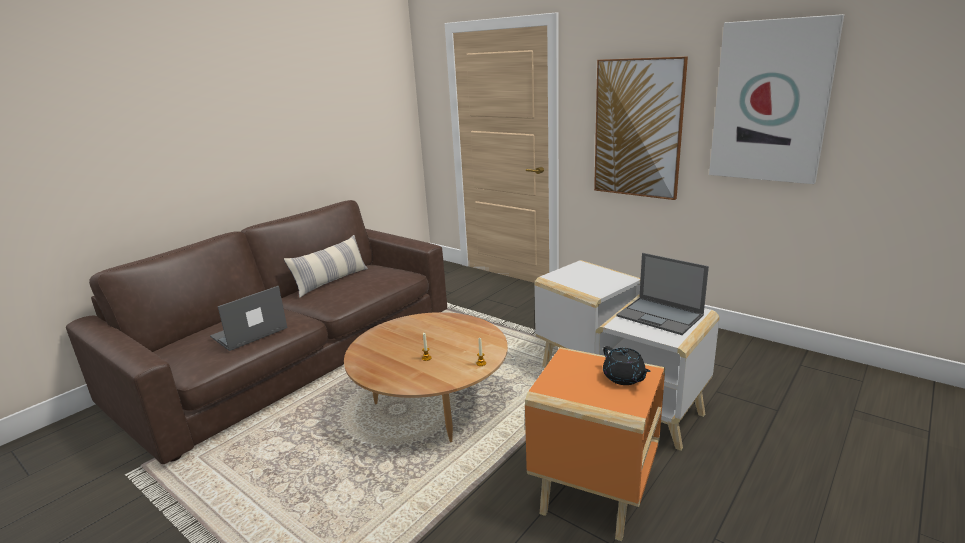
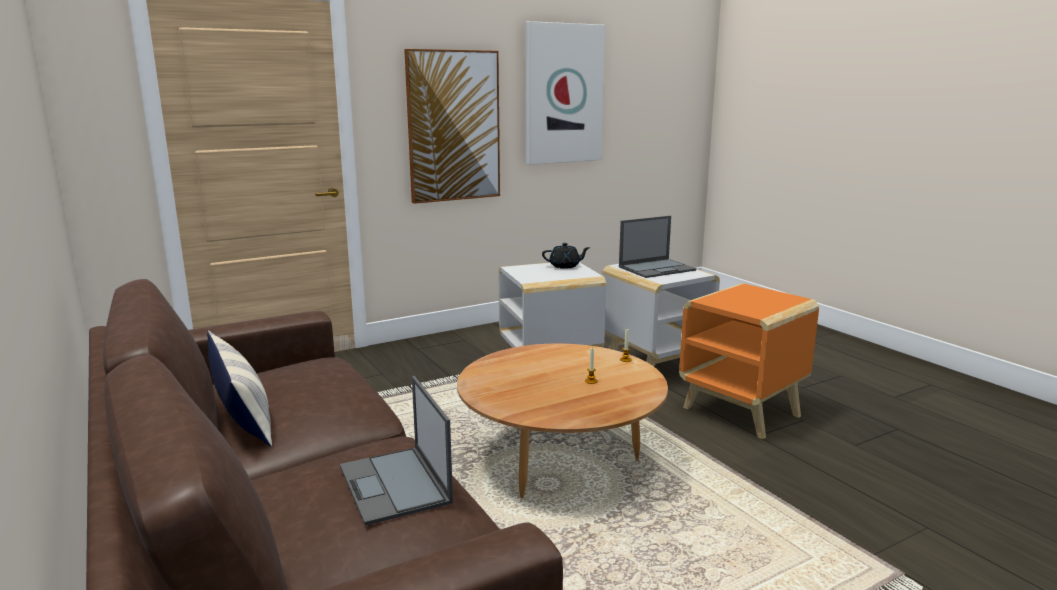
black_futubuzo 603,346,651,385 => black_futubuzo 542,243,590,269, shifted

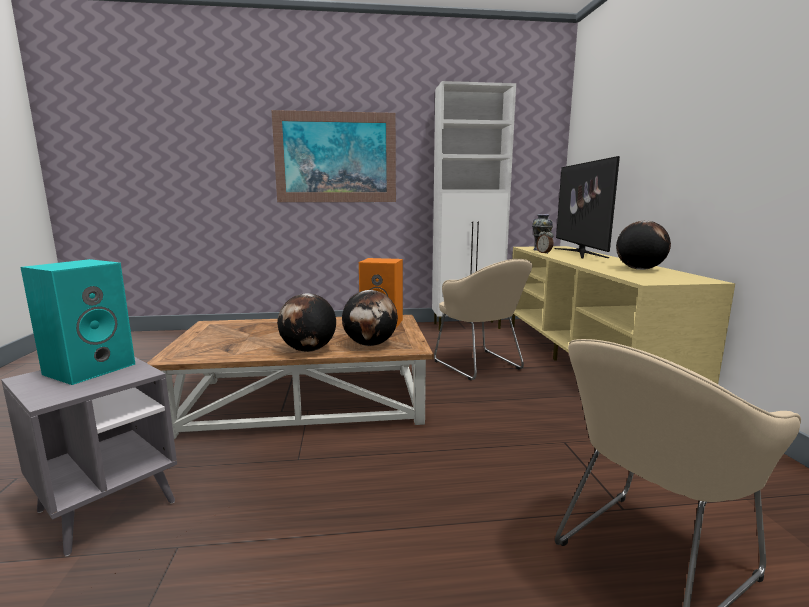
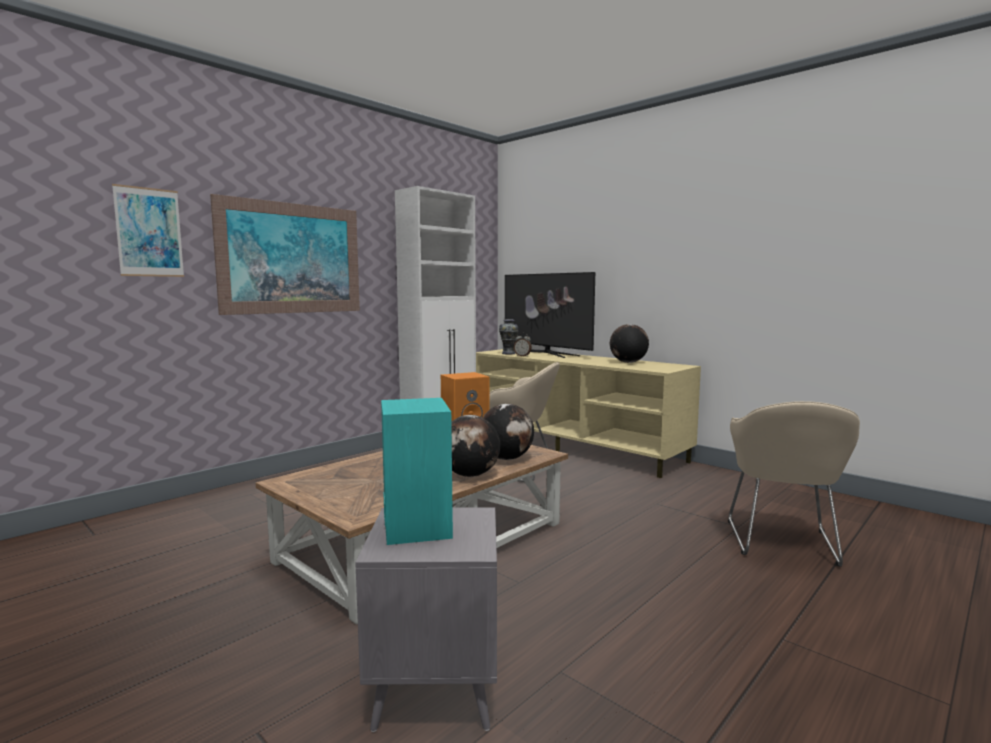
nothing => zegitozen 112,184,184,277

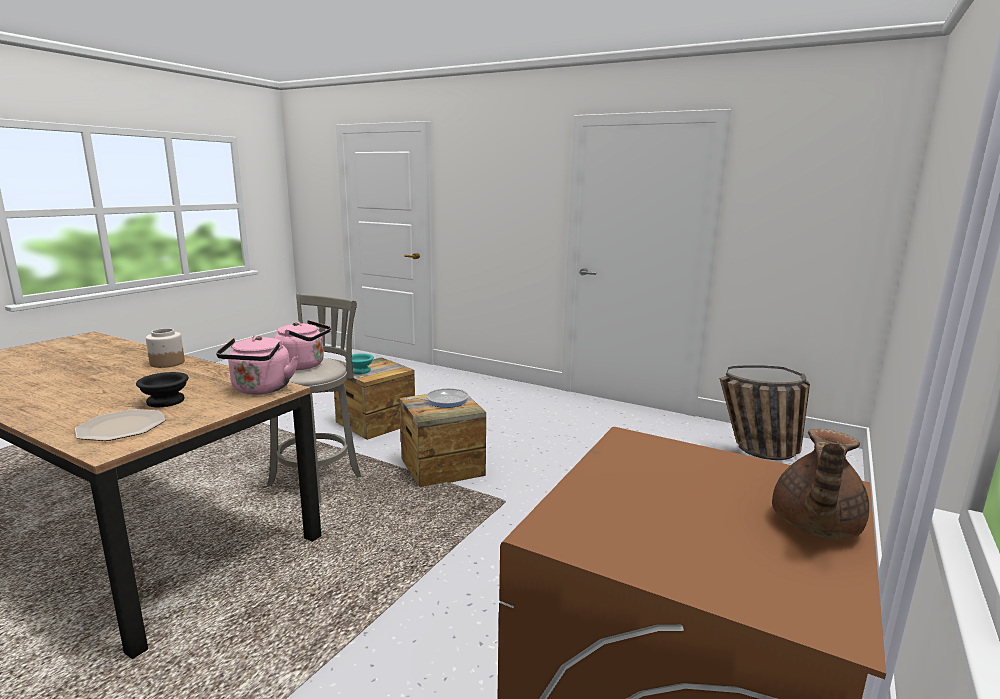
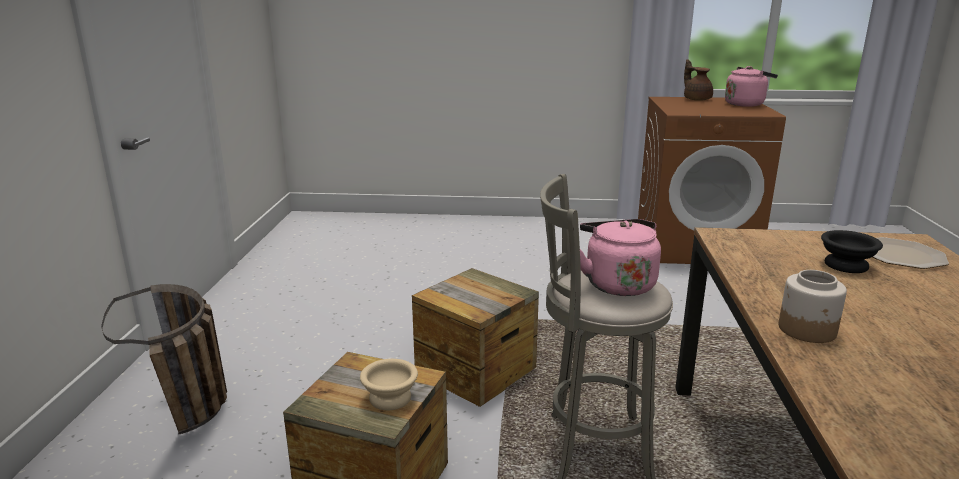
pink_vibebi 216,335,298,394 => pink_vibebi 725,66,778,107, shifted
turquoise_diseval 345,353,374,374 => beige_diseval 360,359,418,410
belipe 719,365,810,460 => belipe 101,284,227,434, shifted
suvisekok 405,388,469,408 => nothing
brown_futubuzo 772,429,869,540 => brown_futubuzo 684,59,713,101, 120 degrees counterclockwise

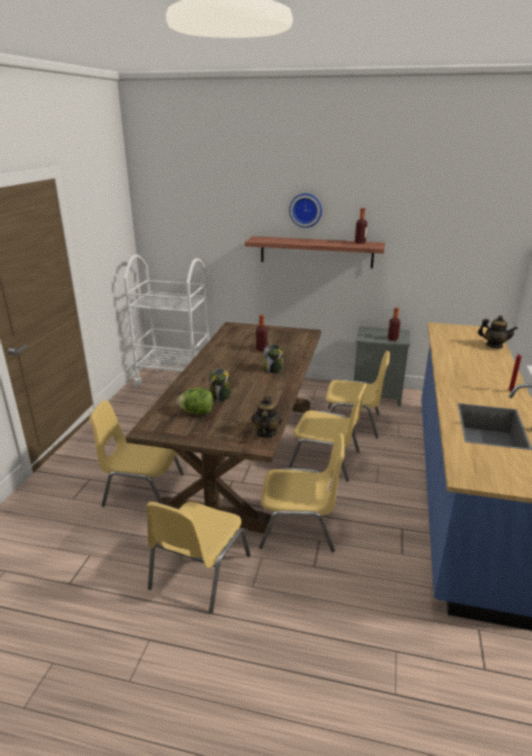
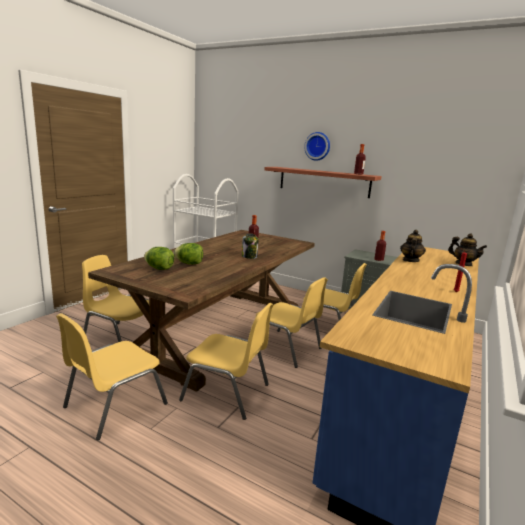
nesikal 209,368,232,401 => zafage 173,243,203,265
futubuzo 251,397,282,438 => futubuzo 400,230,426,262, shifted

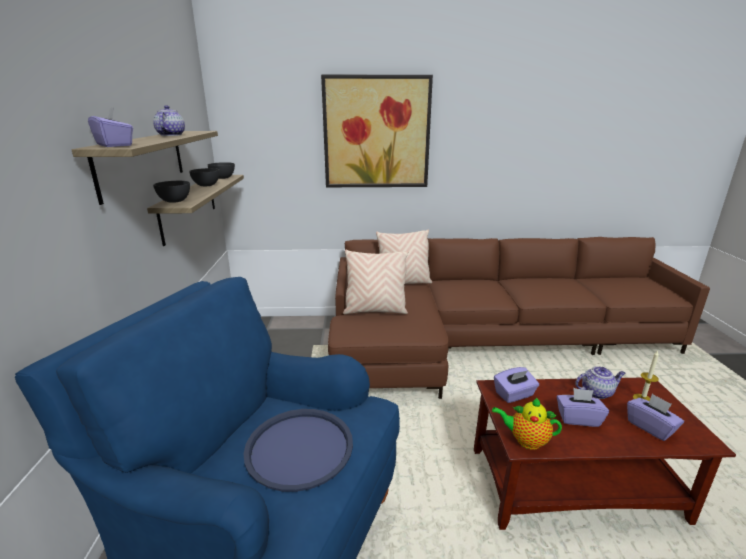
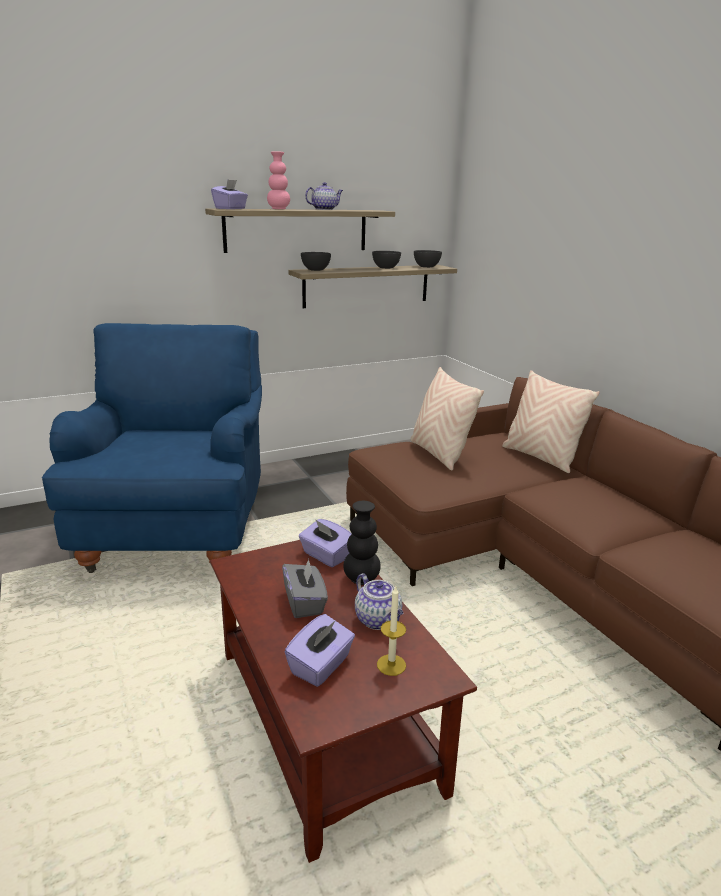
zegitozen 321,75,433,187 => nothing
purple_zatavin 557,388,609,427 => grey_zatavin 282,559,328,618
futubuzo 492,398,562,450 => nothing
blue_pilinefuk 244,409,353,492 => nothing
nothing => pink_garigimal 267,151,290,209
nothing => black_garigimal 343,501,381,585

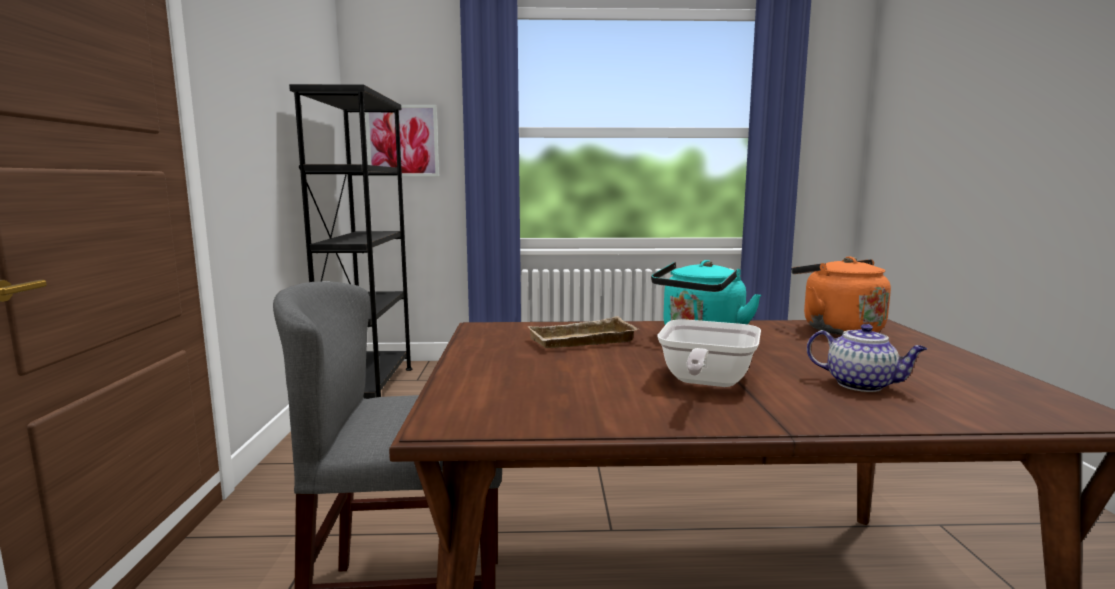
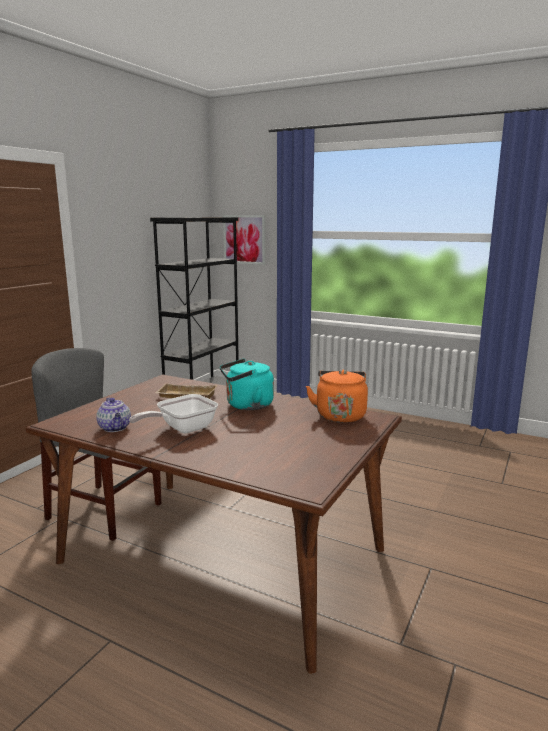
futubuzo 807,324,927,392 => futubuzo 96,398,131,432, shifted

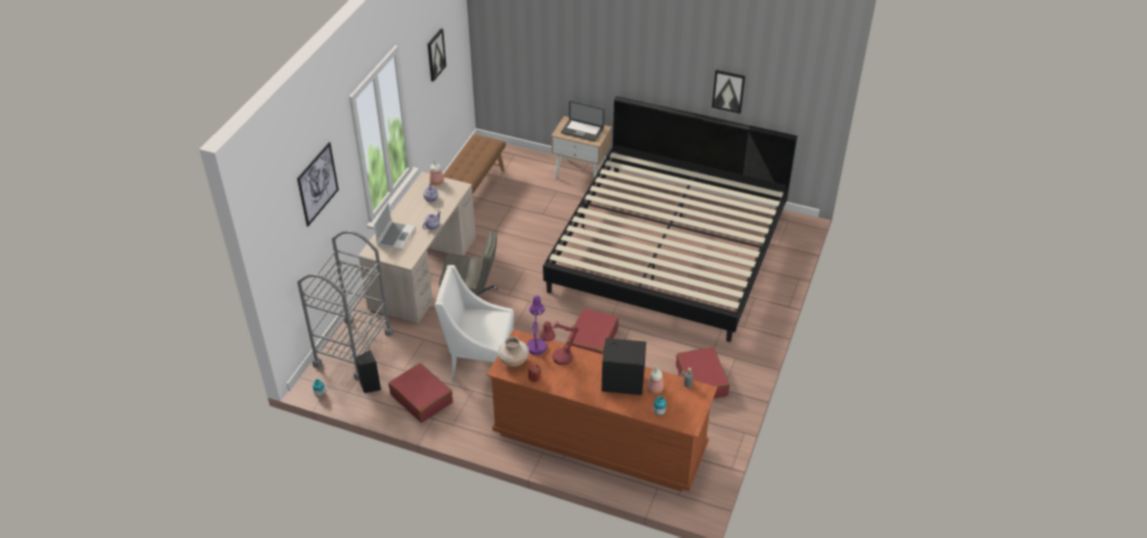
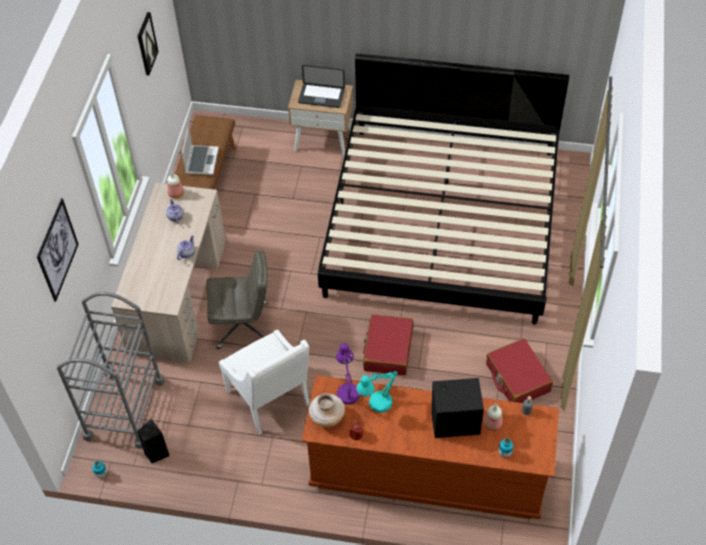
zegitozen 712,70,745,114 => nothing
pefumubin 374,202,415,250 => pefumubin 182,127,219,175, shifted
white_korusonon 435,265,514,380 => white_korusonon 219,330,310,434, 120 degrees counterclockwise
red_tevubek 539,321,579,365 => turquoise_tevubek 356,371,398,412
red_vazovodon 388,363,453,423 => nothing

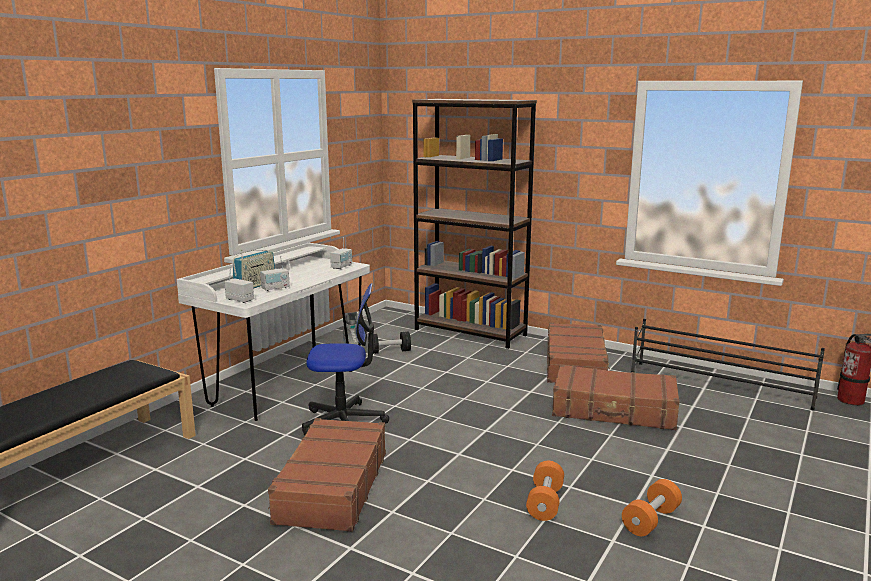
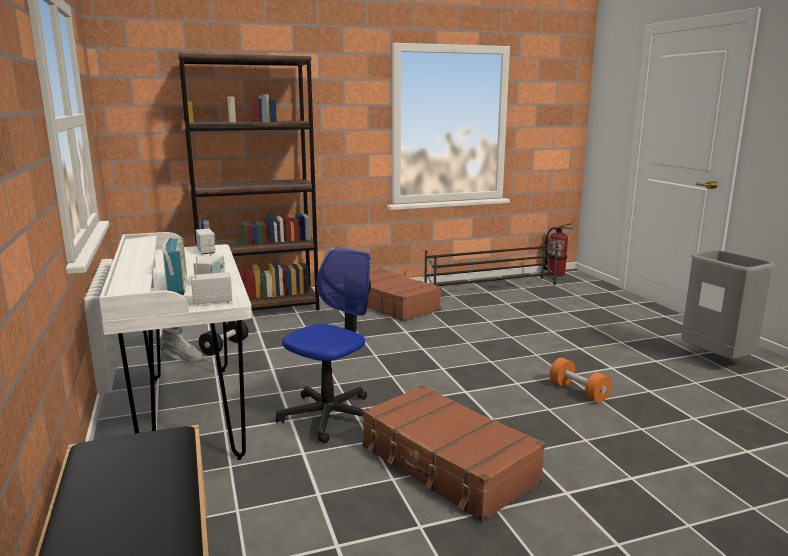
brown_vazovodon 552,364,680,430 => nothing
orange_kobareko 622,479,682,536 => nothing
nothing => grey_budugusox 681,250,775,359

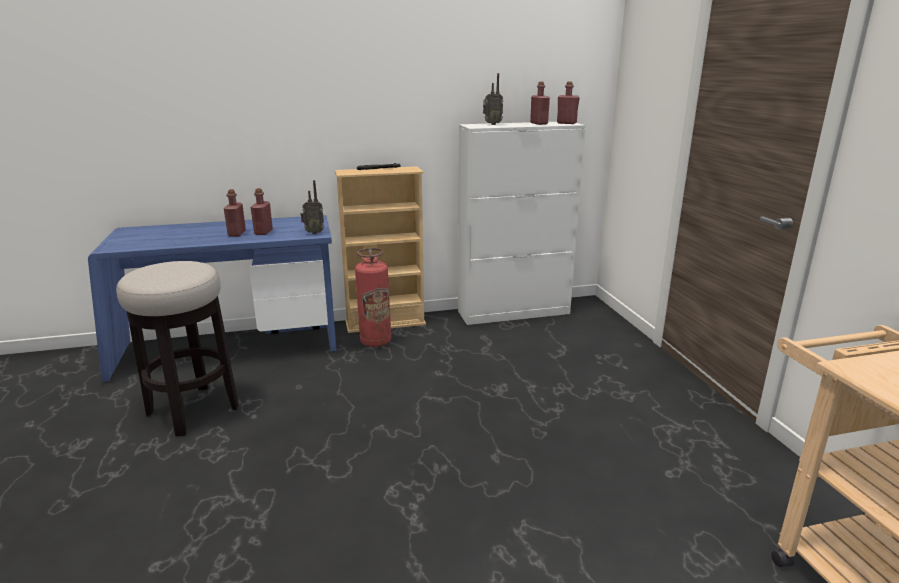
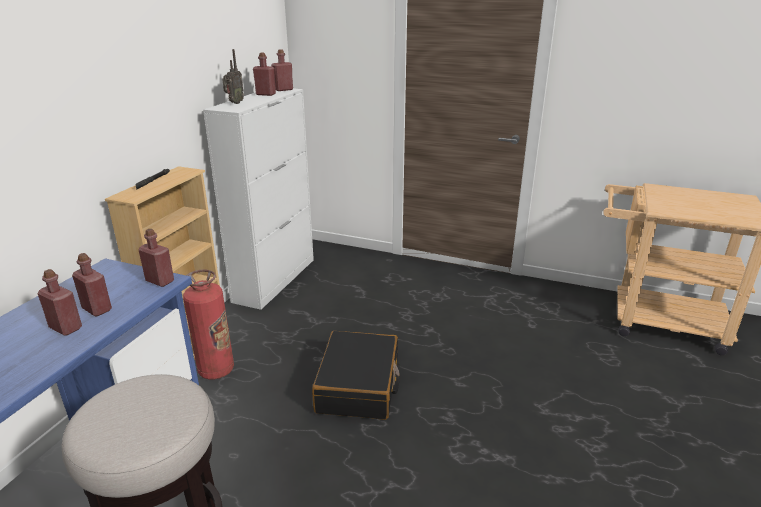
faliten 300,180,324,234 => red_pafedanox 139,229,174,287
nothing => black_vazovodon 312,331,400,420

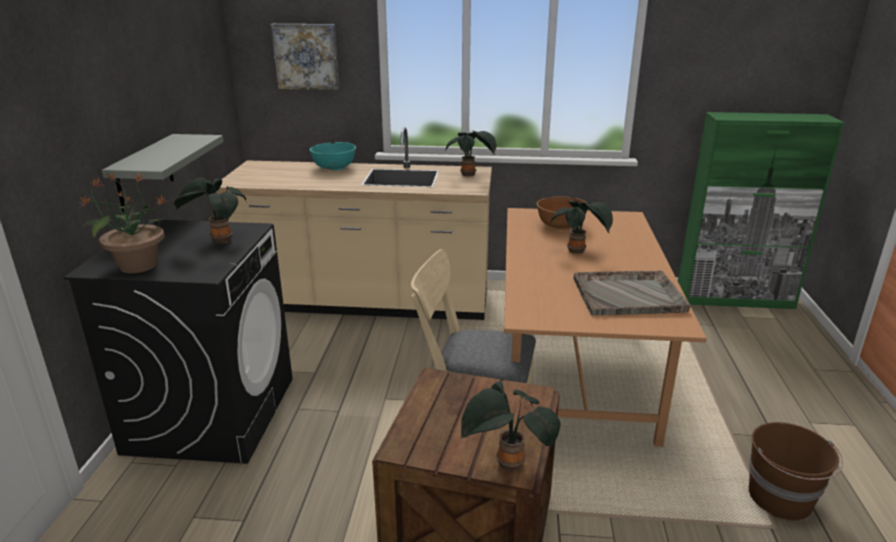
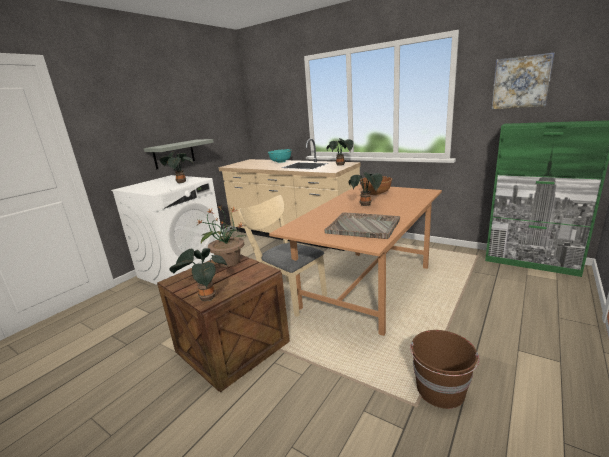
zegitozen 271,24,339,90 => zegitozen 491,53,554,109, shifted
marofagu 80,173,169,273 => marofagu 197,206,246,267, shifted
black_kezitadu 64,219,293,464 => white_kezitadu 111,175,222,285

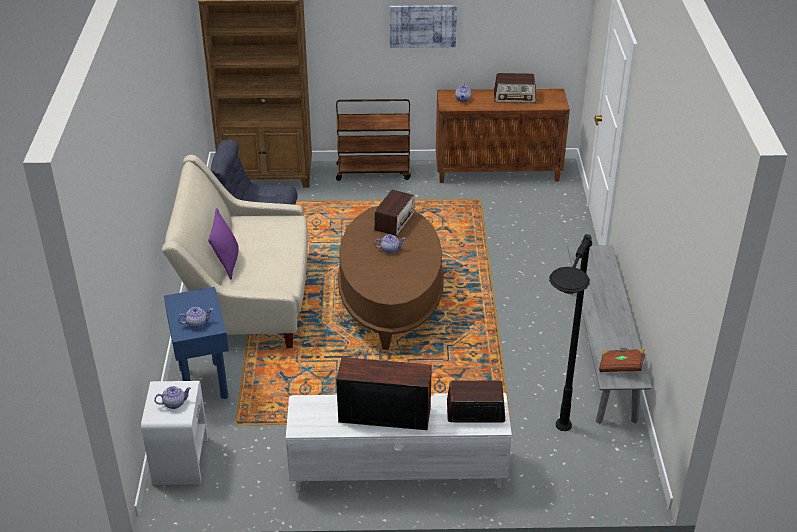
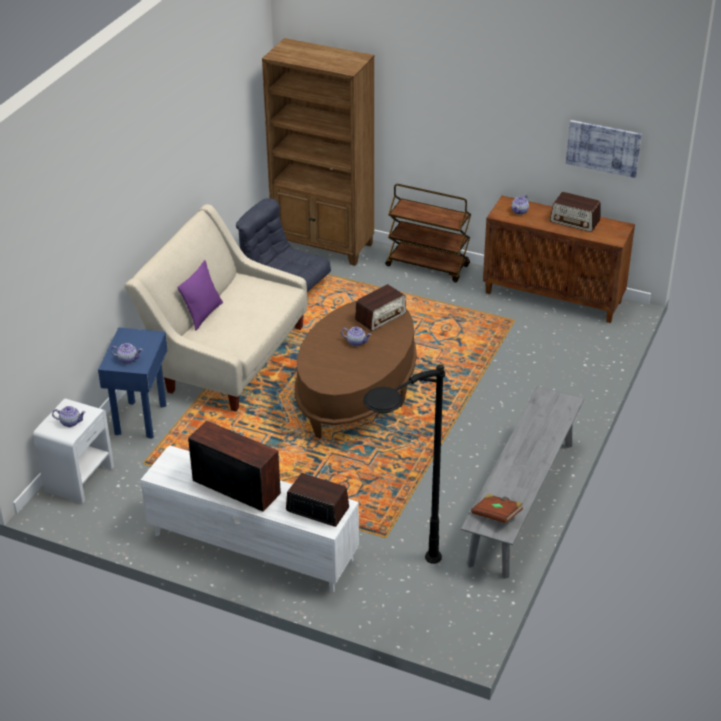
zegitozen 390,5,457,48 => zegitozen 566,120,642,178, shifted

